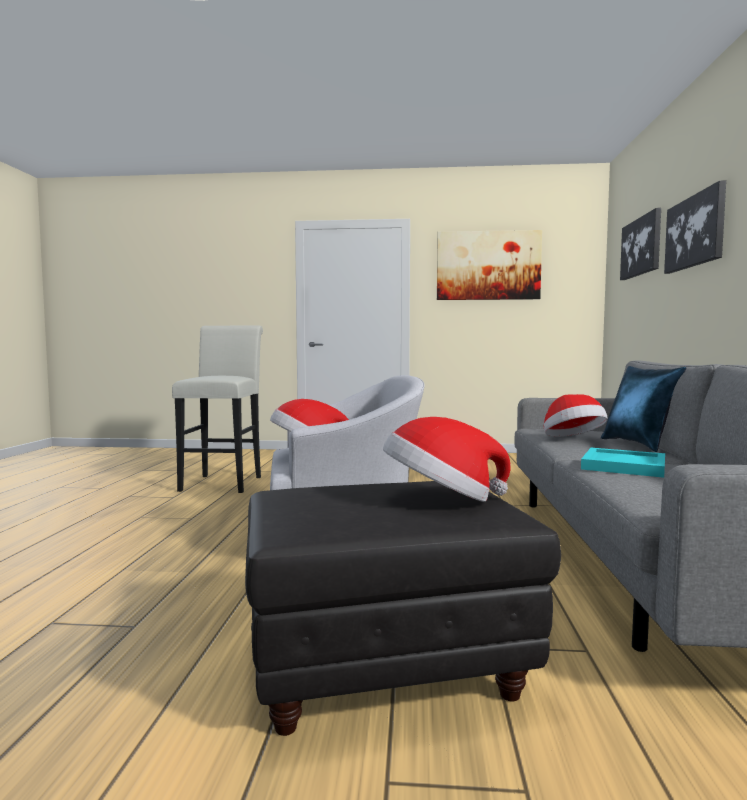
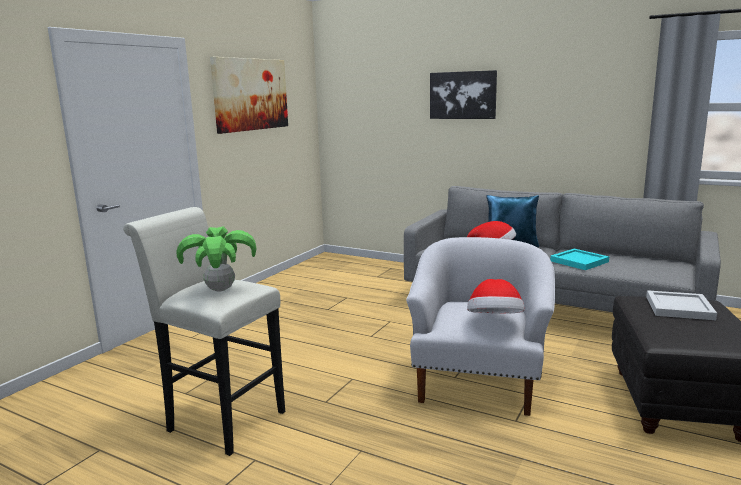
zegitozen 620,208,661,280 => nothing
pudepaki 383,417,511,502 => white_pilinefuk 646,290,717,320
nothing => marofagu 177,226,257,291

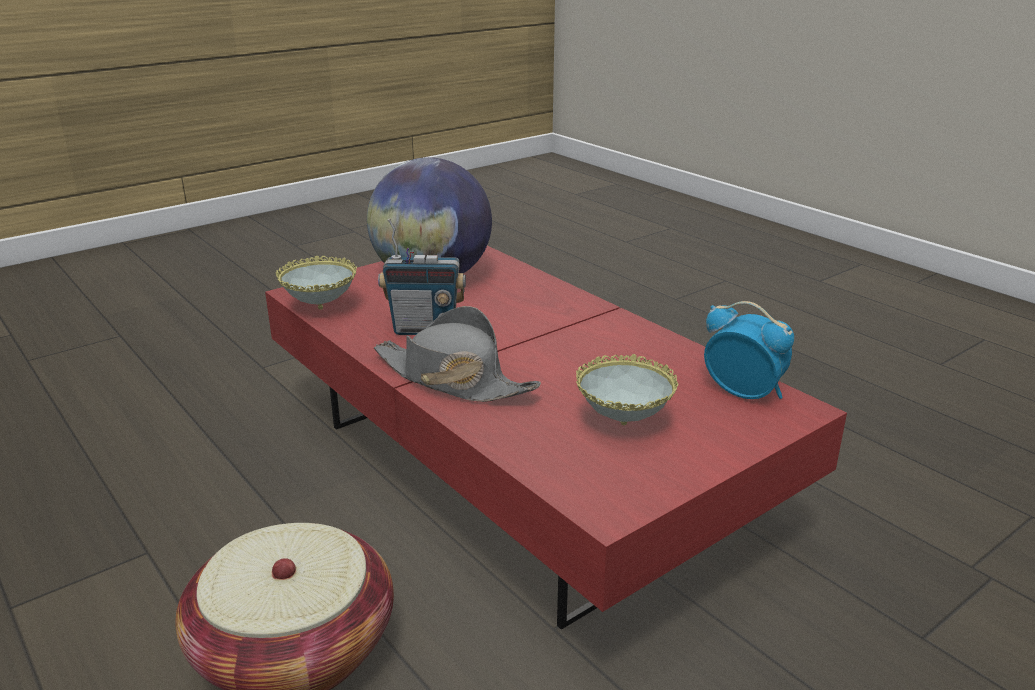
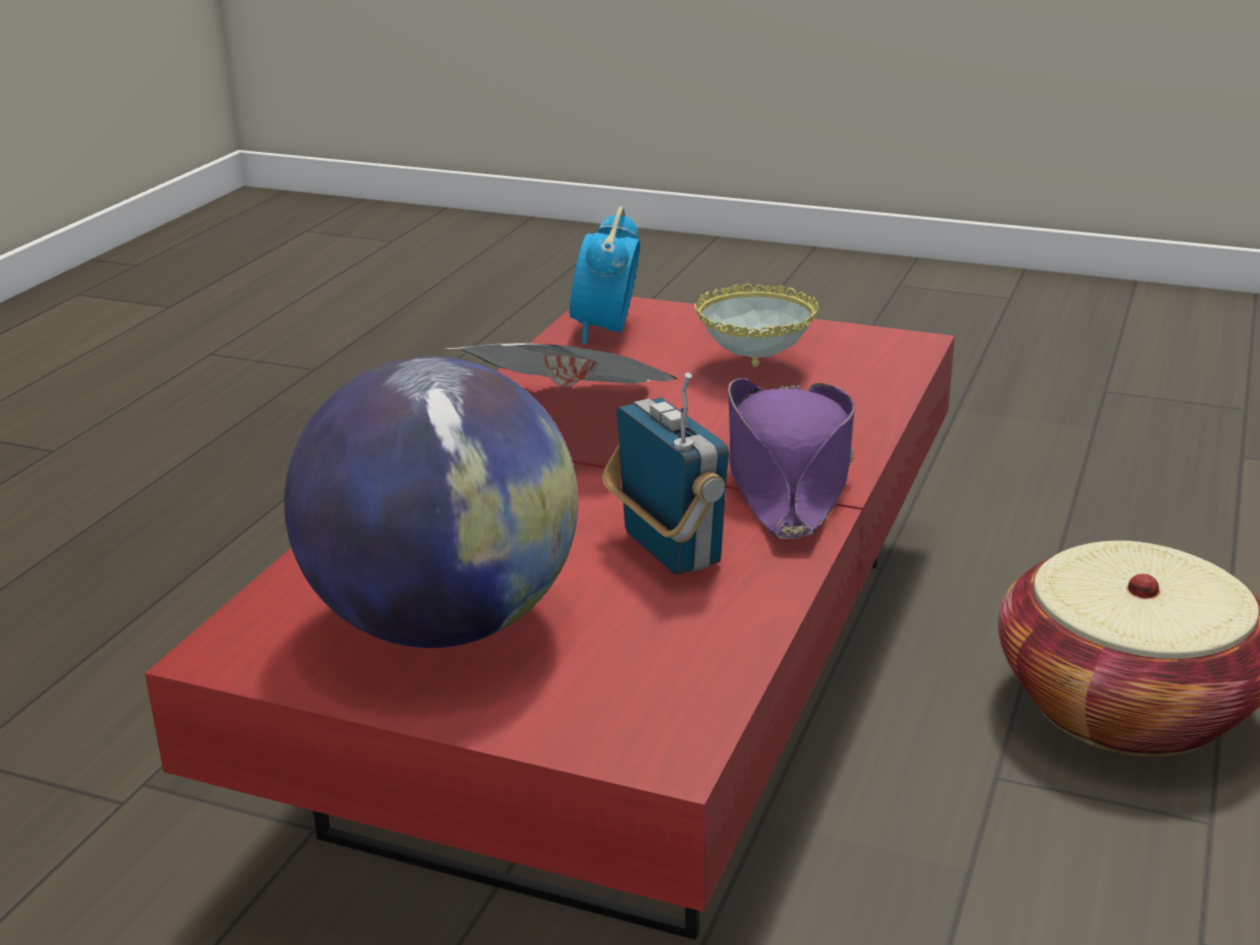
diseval 276,255,357,310 => nothing
grey_pudepaki 374,306,541,402 => purple_pudepaki 728,378,855,539
nothing => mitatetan 446,343,678,388

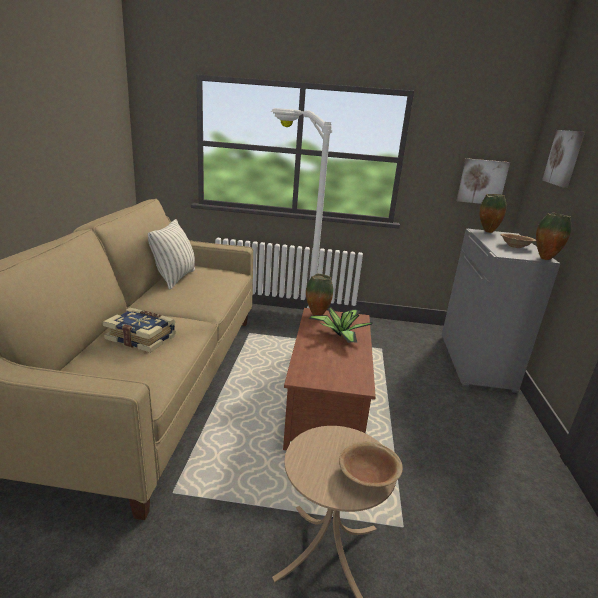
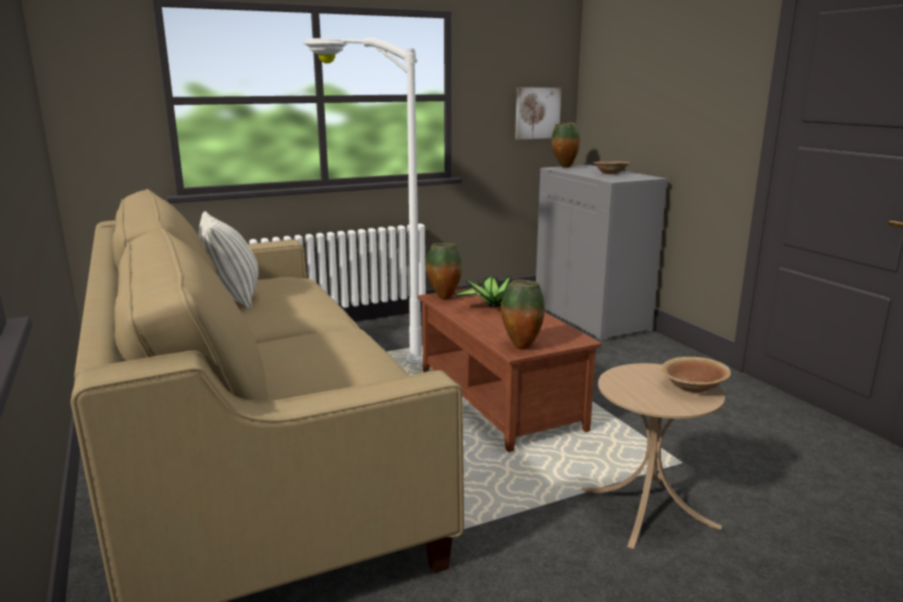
zegitozen 542,130,585,188 => nothing
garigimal 536,213,571,260 => garigimal 501,280,545,350, shifted
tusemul 103,308,176,353 => nothing

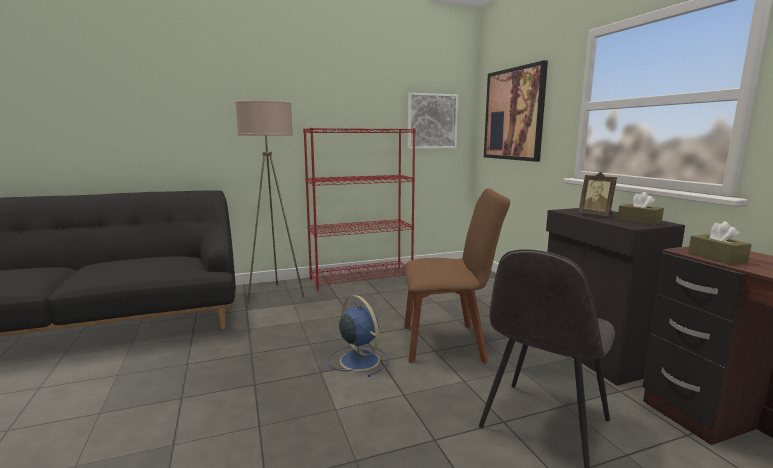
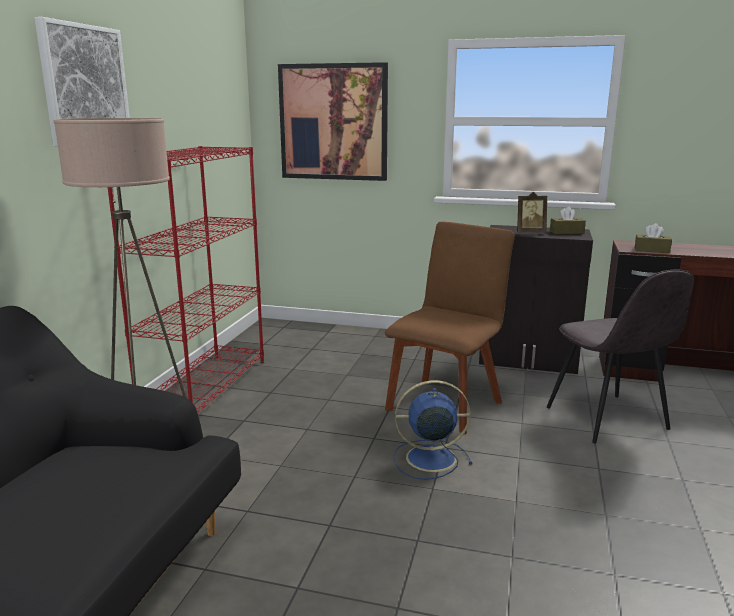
zegitozen 408,93,458,149 => zegitozen 35,17,130,147, shifted

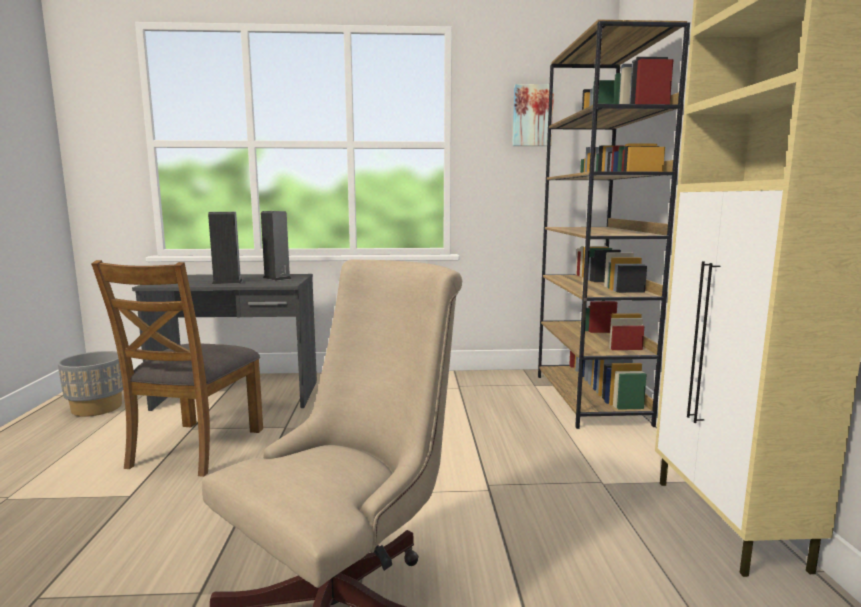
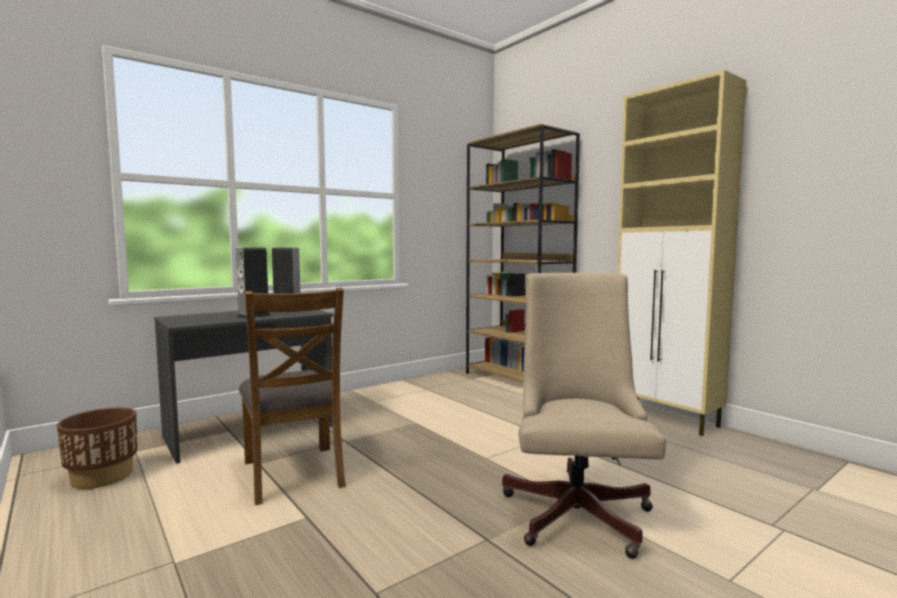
zegitozen 512,84,554,146 => nothing
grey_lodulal 58,351,123,417 => brown_lodulal 57,407,137,489

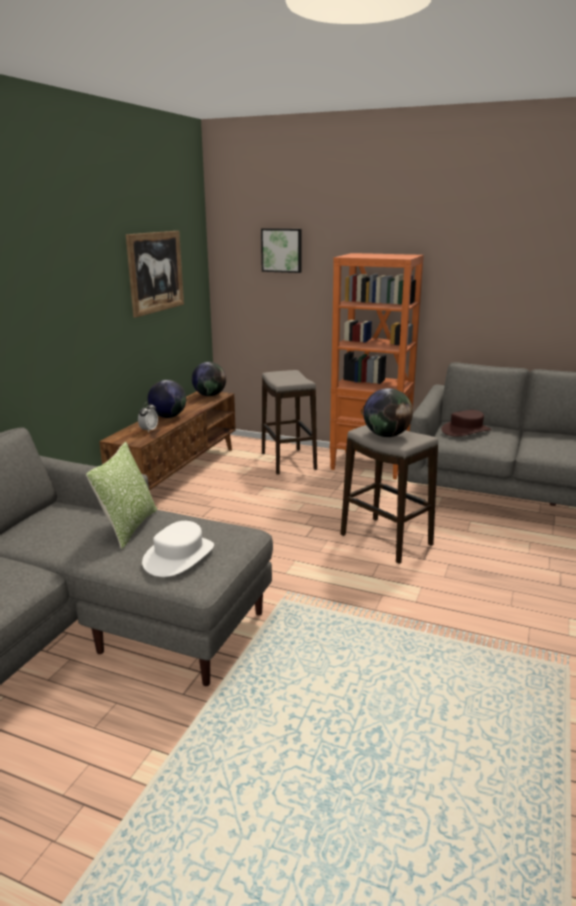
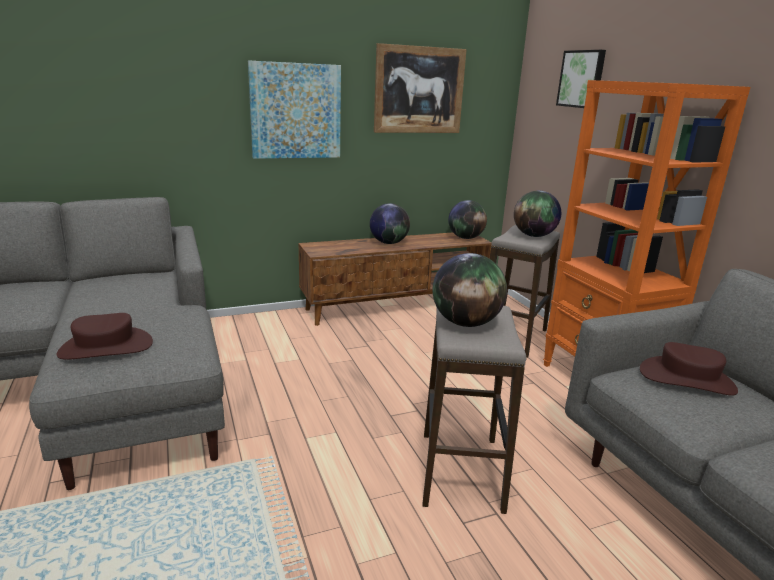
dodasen 138,402,158,433 => nothing
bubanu 86,442,157,549 => nothing
white_pudepaki 142,521,214,577 => brown_pudepaki 57,313,153,360
nothing => zegitozen 248,61,341,159
nothing => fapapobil 514,191,561,237

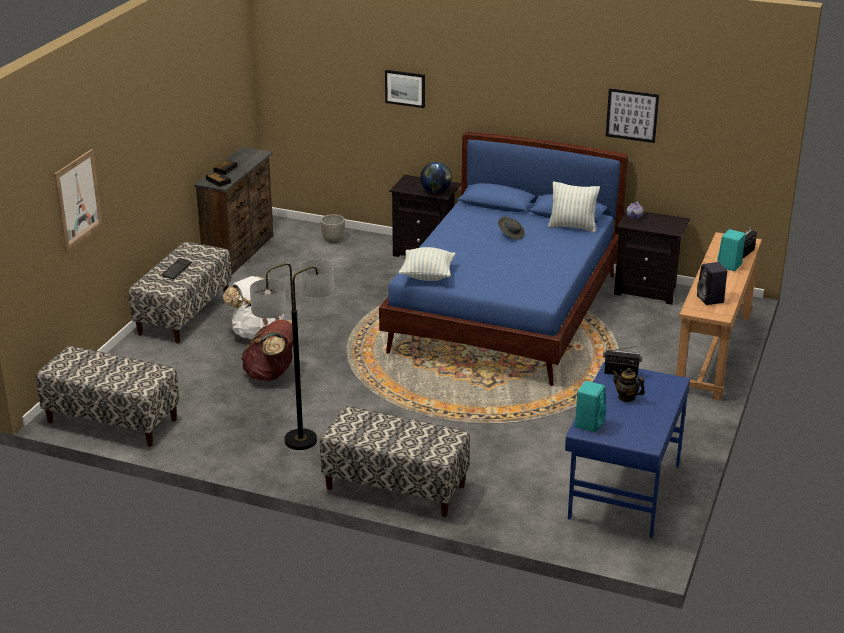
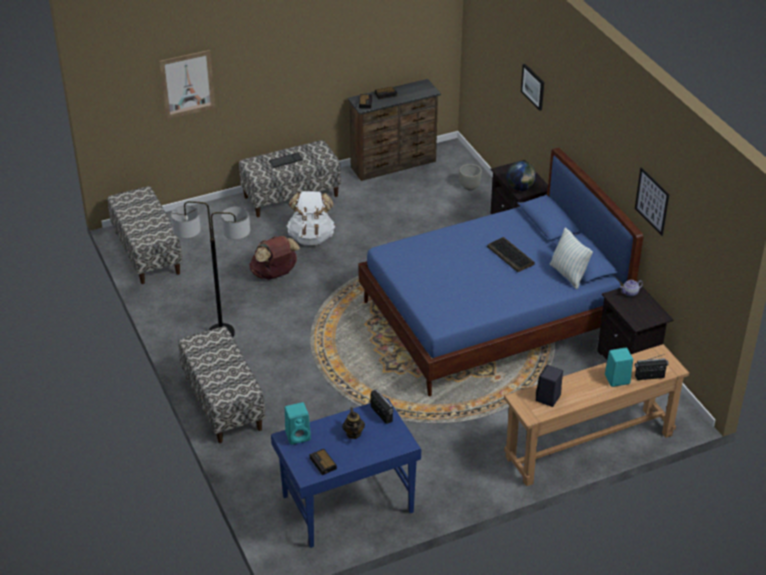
grey_pudepaki 498,217,525,239 => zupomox 487,237,535,272
bubanu 399,247,455,281 => nothing
nothing => dodasen 310,449,337,475

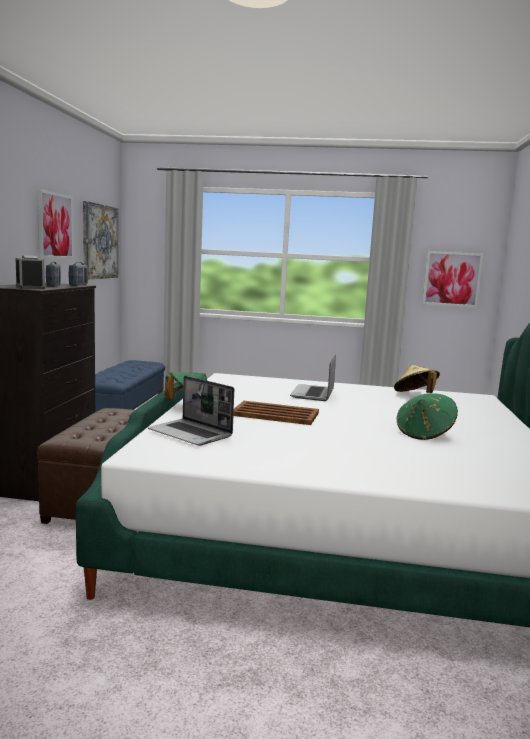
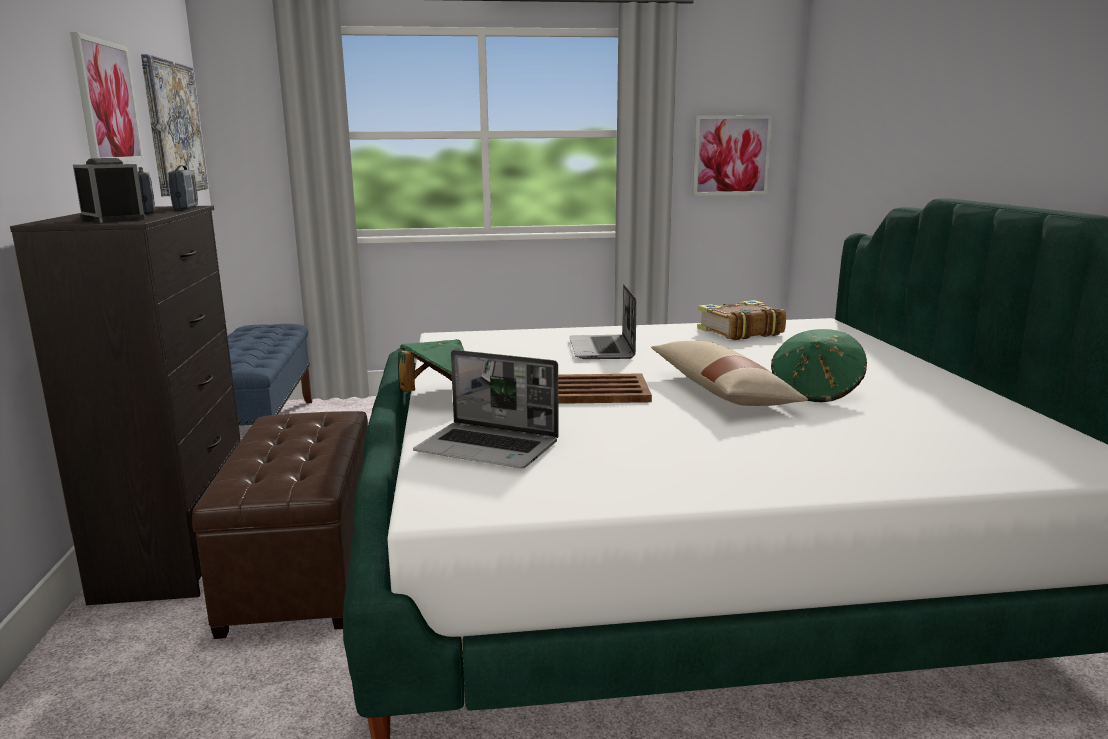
beige_pudepaki 394,365,440,393 => tusemul 697,300,786,340
nothing => beige_bubanu 651,341,808,406

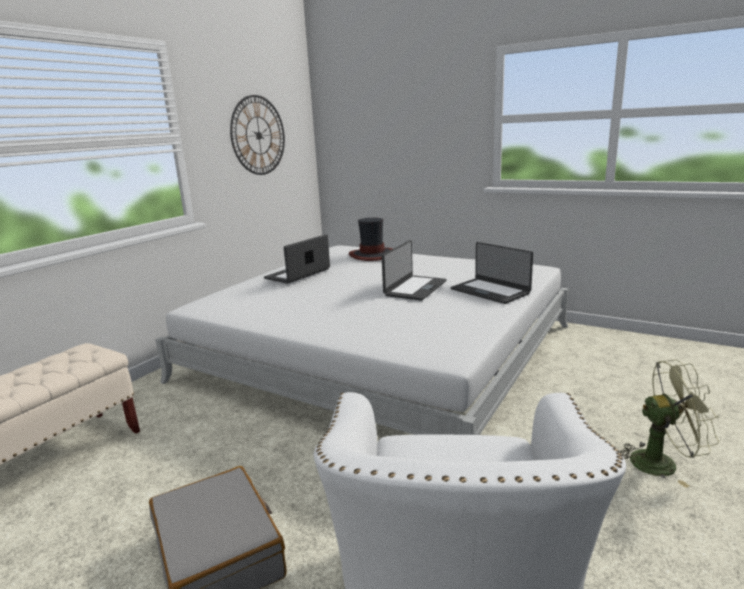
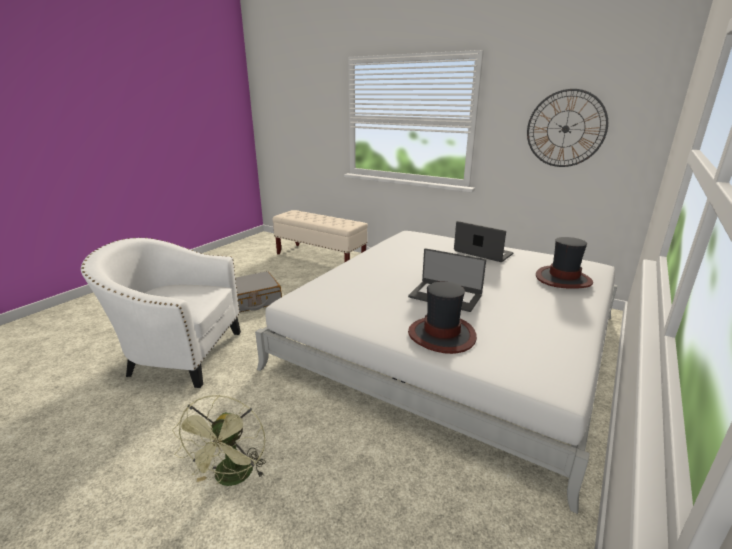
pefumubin 451,242,533,304 => pudepaki 408,282,477,354

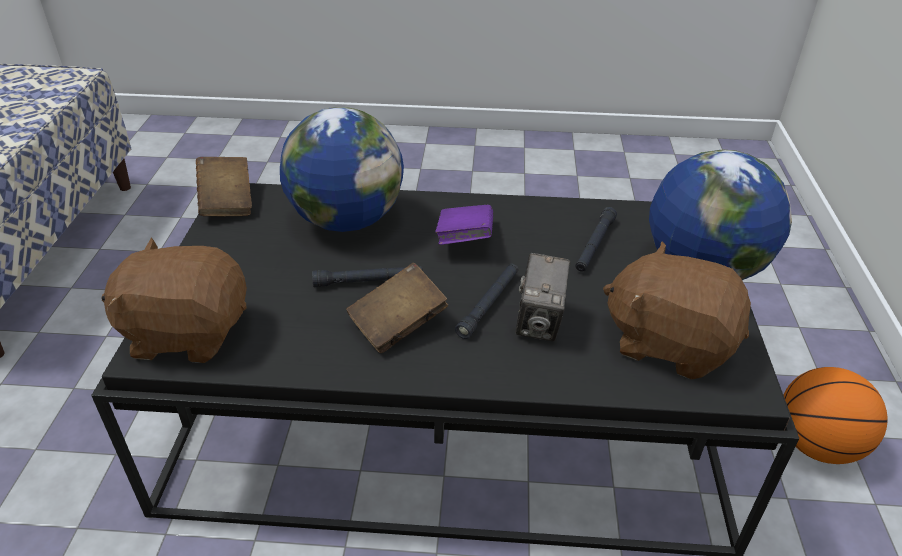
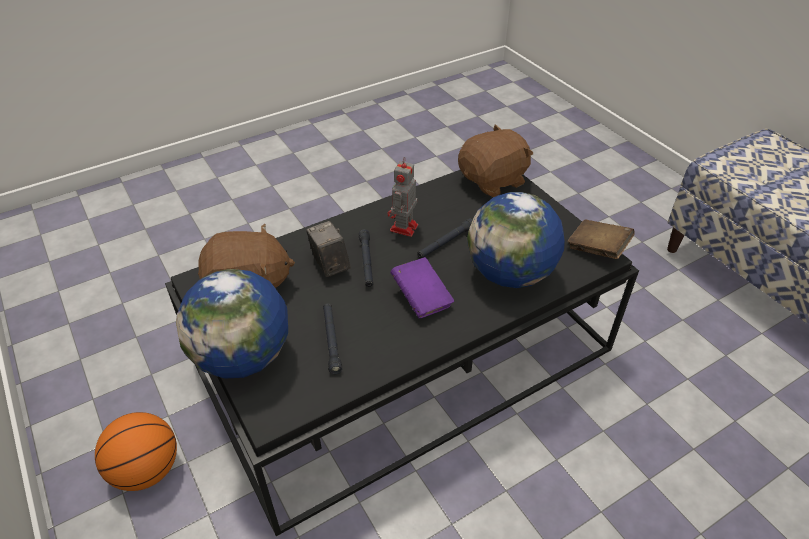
brown_tusemul 346,263,448,353 => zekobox 387,157,418,237

